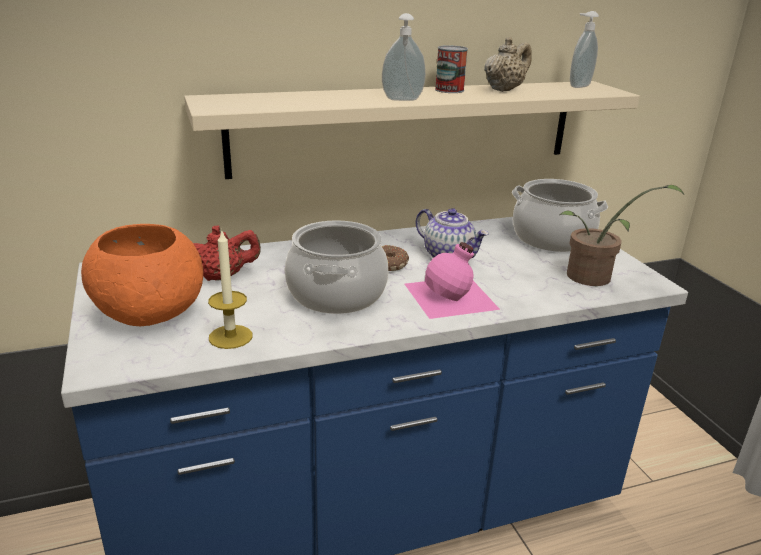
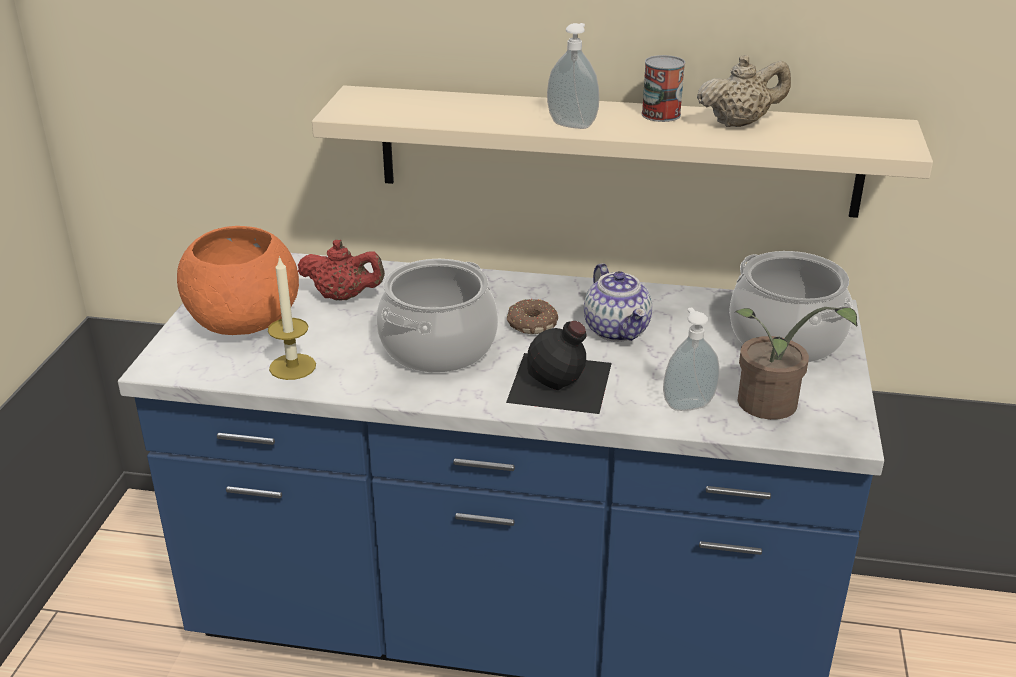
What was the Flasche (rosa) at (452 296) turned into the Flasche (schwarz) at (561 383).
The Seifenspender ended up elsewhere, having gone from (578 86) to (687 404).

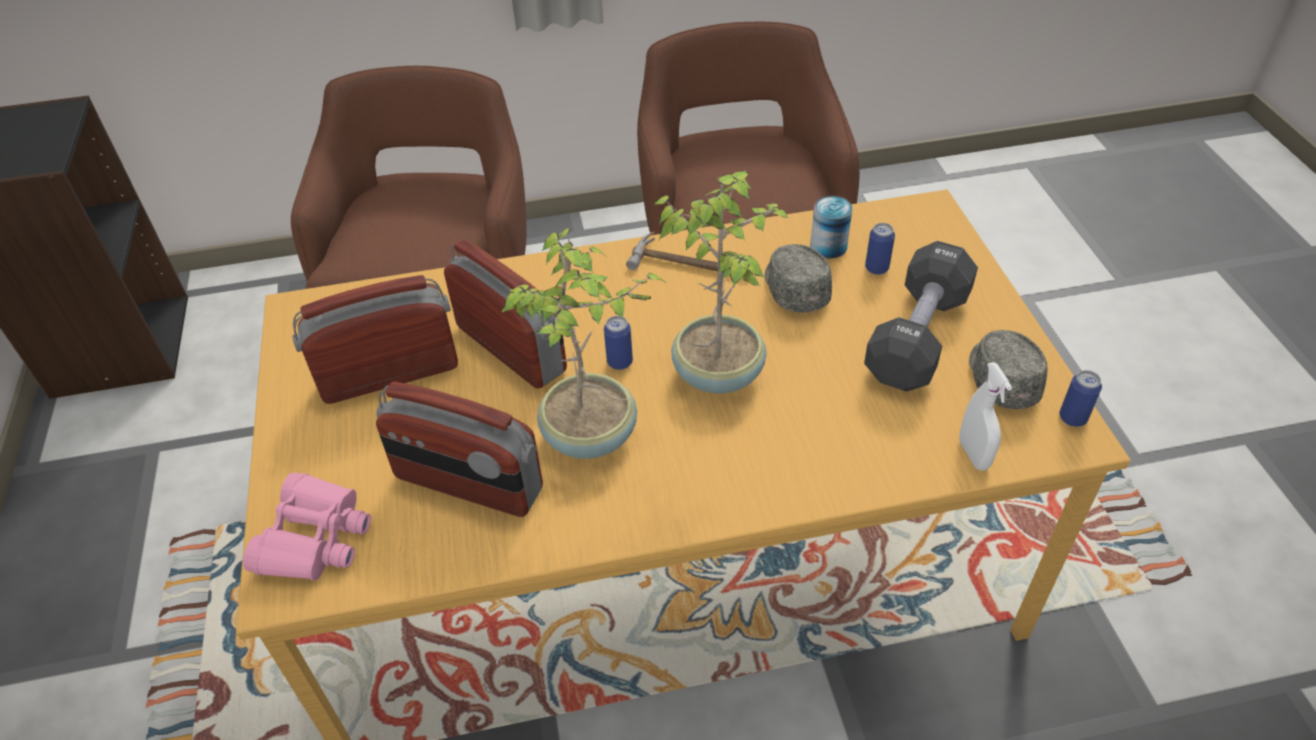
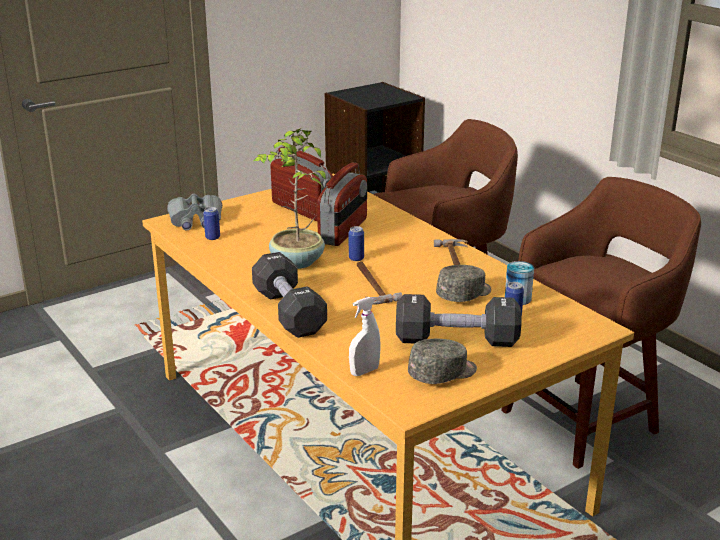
What was the Fernglas (rosa) at (315 539) turned into the Fernglas (grau) at (196 220).
The second view lost the Radio at (468 484).
Where the Topfpflanze stood at (719 372), the Hammer came to stand at (371 285).
The Dose ended up elsewhere, having gone from (1072 418) to (212 237).
The second view gained the Hantel (schwarz) at (289 312).

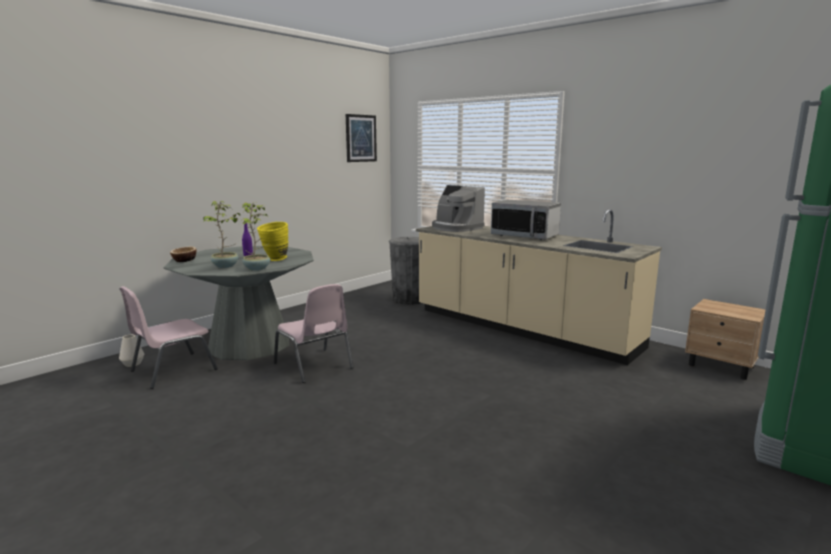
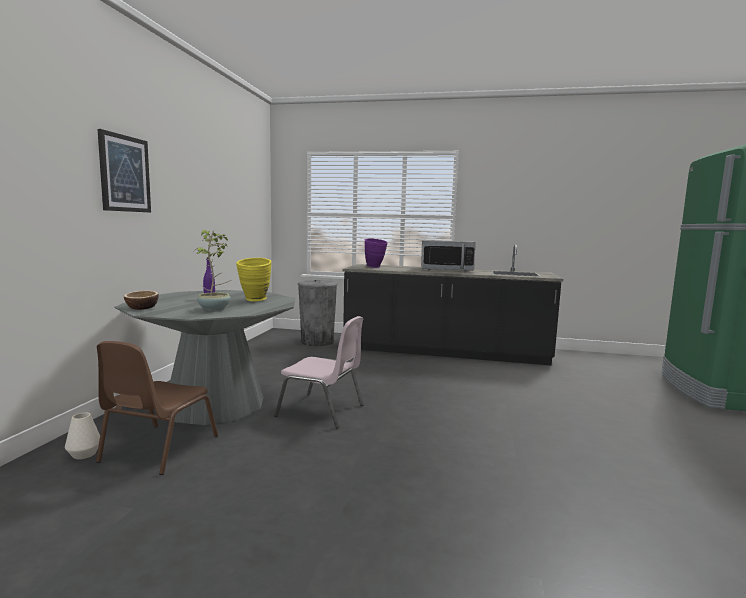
What was the Stuhl (rosa) at (172 370) turned into the Stuhl (braun) at (157 449).
The second view lost the Topfpflanze at (258 268).
The Bild ended up elsewhere, having gone from (360 138) to (124 173).
What was the Küchenzeile (beige) at (521 328) turned into the Küchenzeile (schwarz) at (444 352).
Where the Kaffeemaschine stood at (456 228), the Vase (lila) came to stand at (375 267).
The second view lost the Nachttisch (beige) at (721 366).

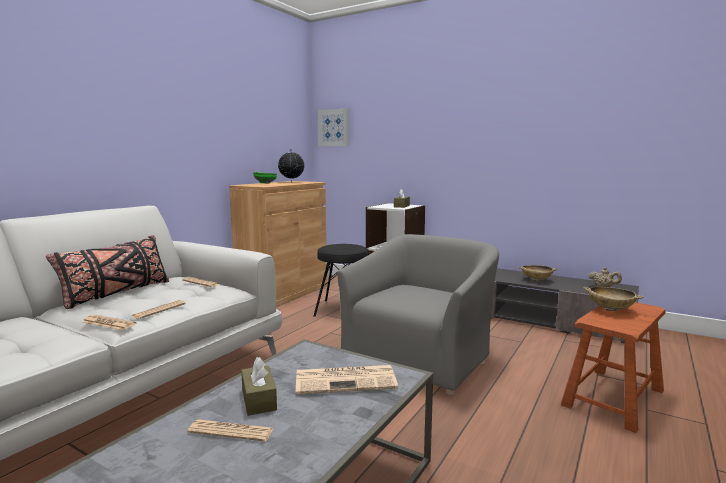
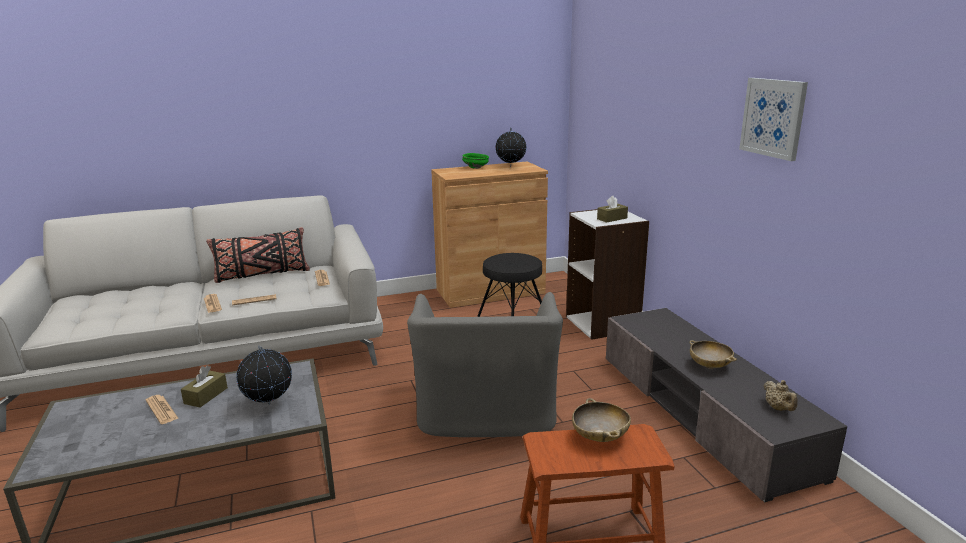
Where the Zeitung stood at (346 380), the Globus came to stand at (269 404).
The Bild ended up elsewhere, having gone from (334 128) to (773 117).
The Sessel (grau) at (420 358) ended up facing another way, 105 degrees clockwise from before.

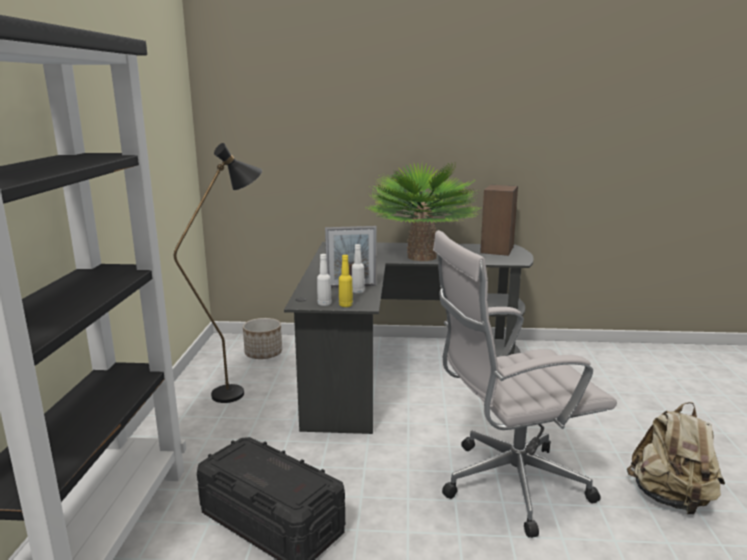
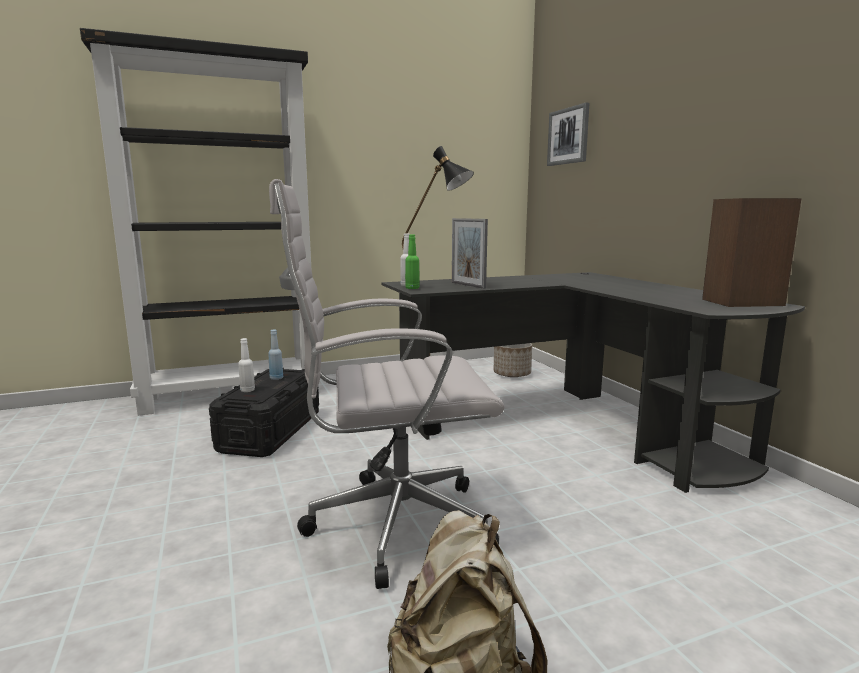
What was the Flasche (gelb) at (345 305) turned into the Flasche (grün) at (412 288).
The Flasche (weiß) ended up elsewhere, having gone from (358 292) to (247 390).
The second view lost the Topfpflanze at (421 257).
The Bürostuhl (weiß) at (507 485) ended up facing another way, 60 degrees counterclockwise from before.
The second view gained the Flasche (blau) at (276 378).
The second view gained the Bild at (568 136).

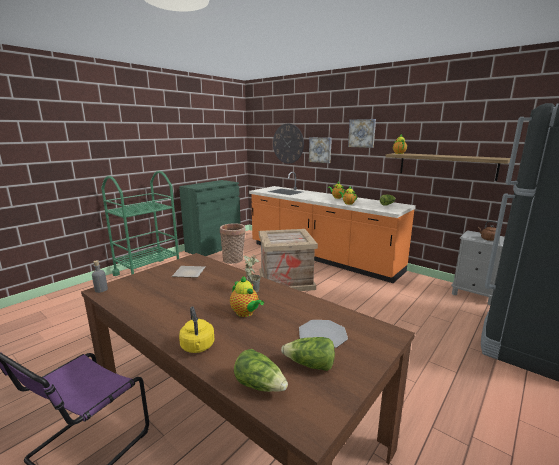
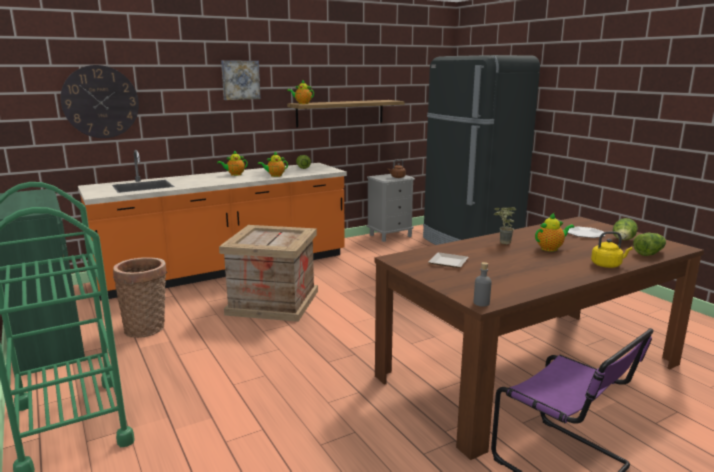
The second view lost the Bild at (320 150).

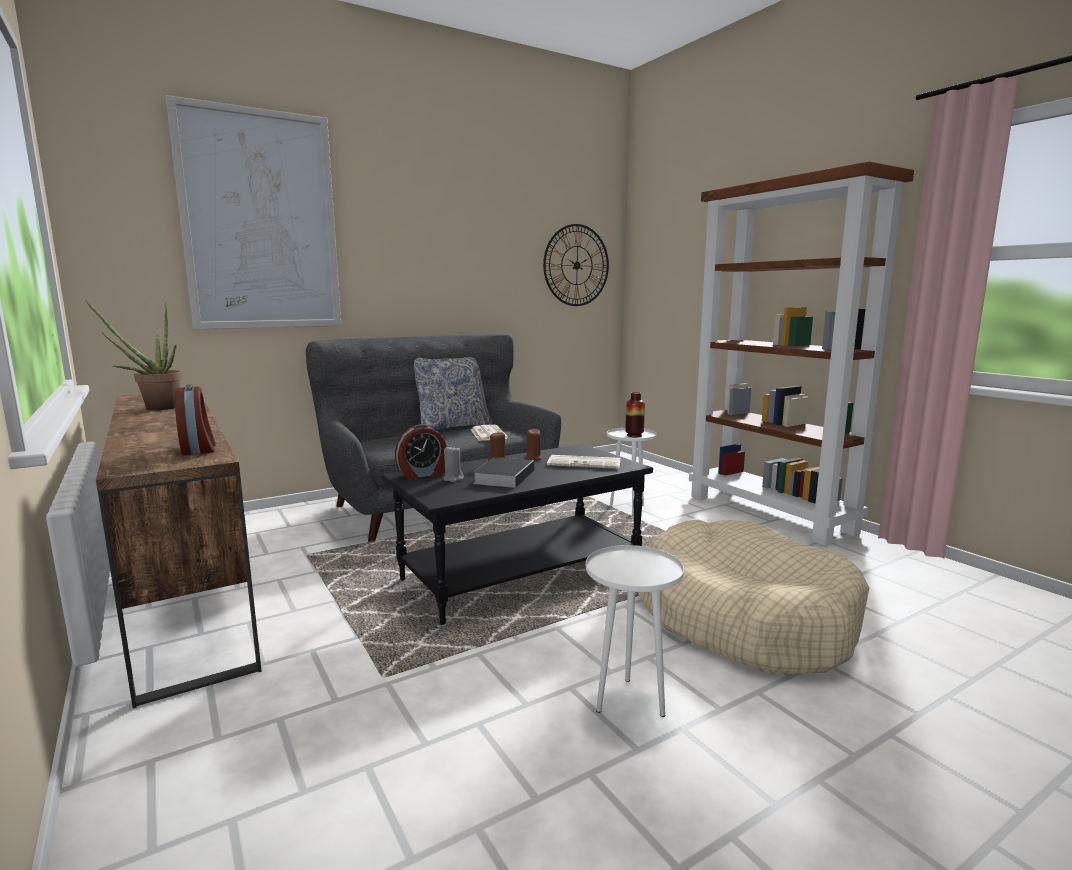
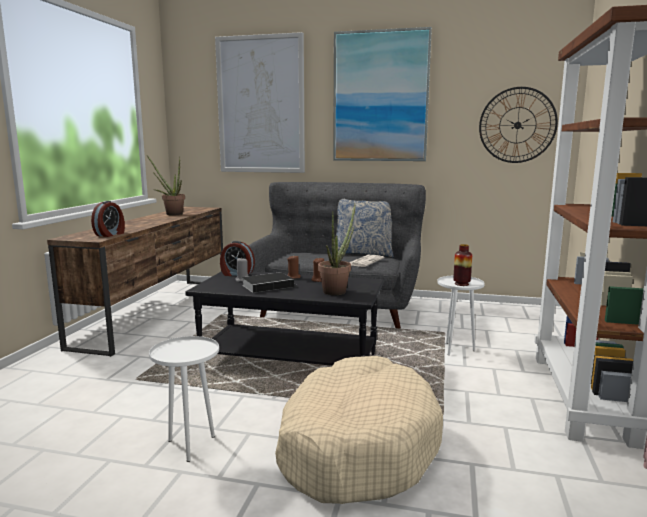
Where the Zeitung stood at (585 463), the Topfpflanze came to stand at (337 290).
The second view gained the Bild at (380 97).

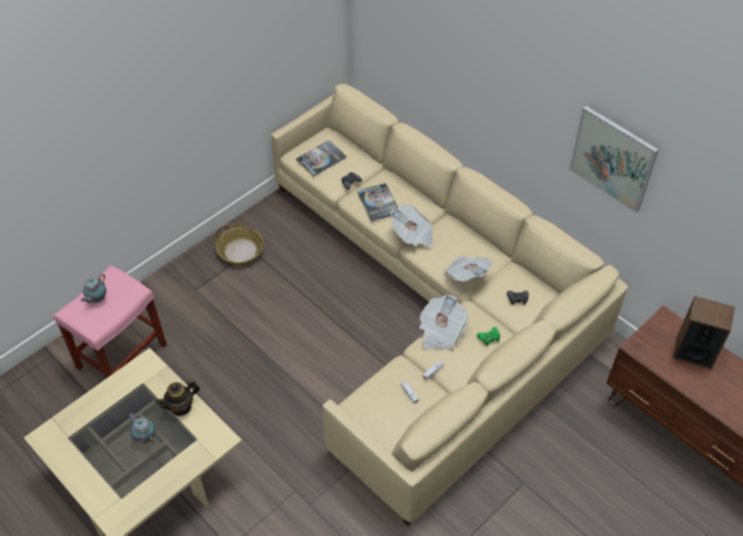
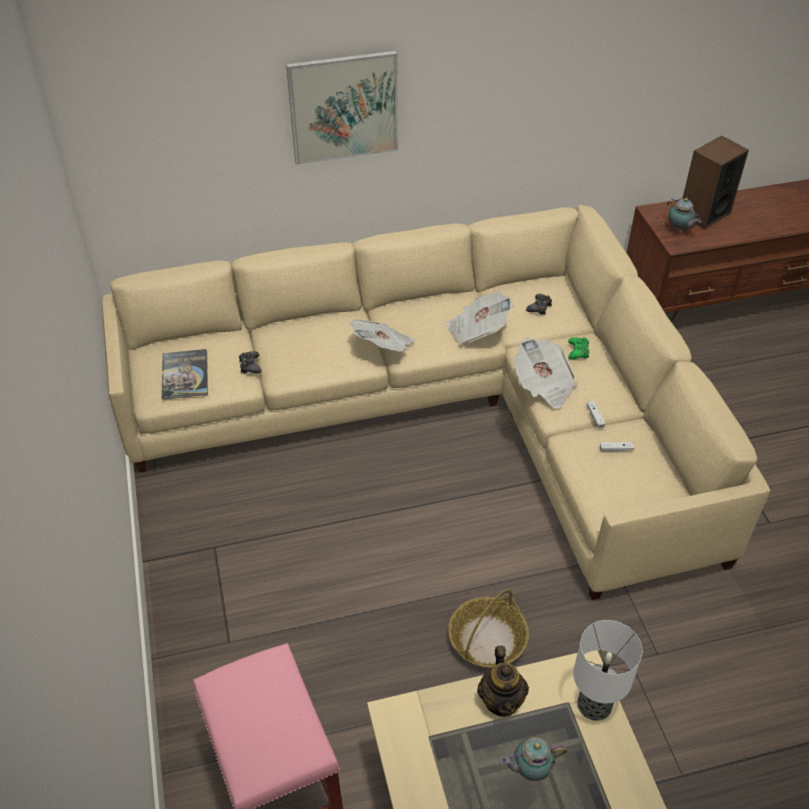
The Teekanne ended up elsewhere, having gone from (97 299) to (679 230).
The Korb ended up elsewhere, having gone from (241 251) to (487 639).
The second view lost the Buch at (378 202).
The Bild ended up elsewhere, having gone from (613 158) to (344 107).
The second view gained the Tischlampe at (594 704).

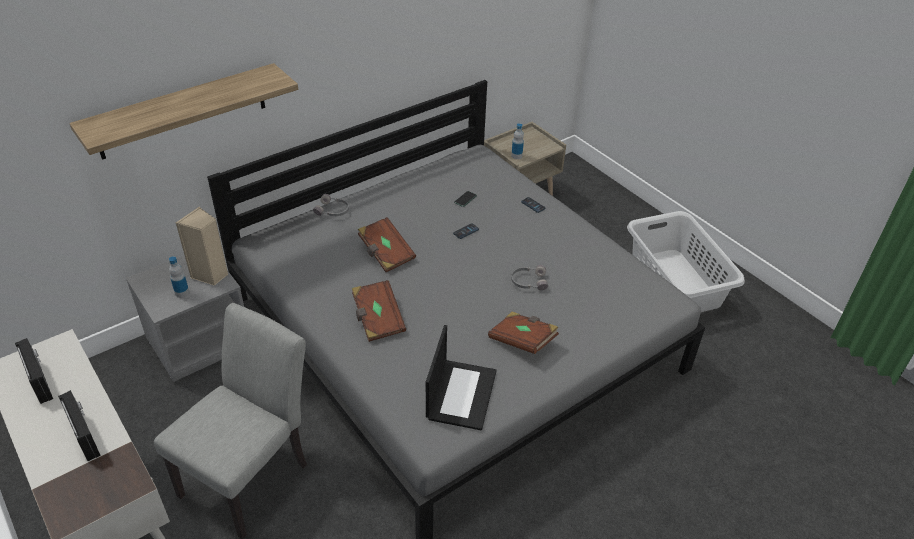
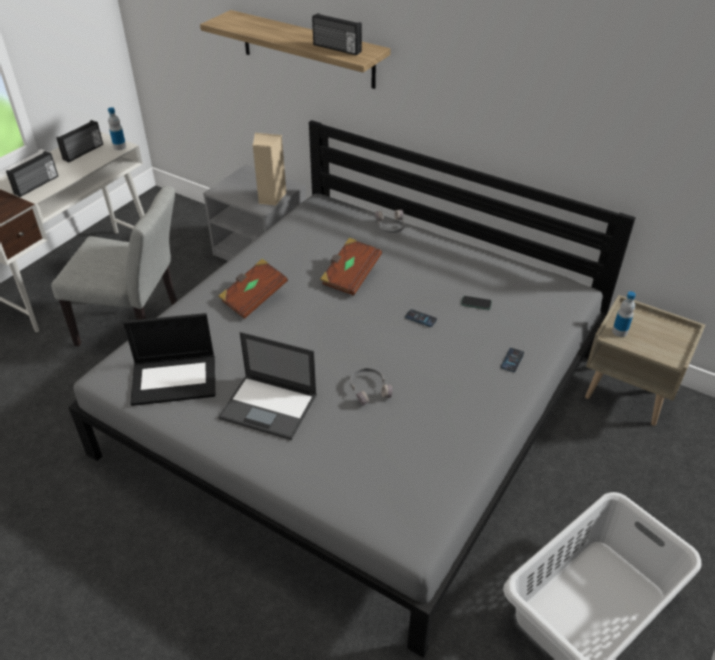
The Flasche ended up elsewhere, having gone from (182 293) to (120 147).
Where the Buch (braun) stood at (522 341), the Laptop came to stand at (270 407).
The second view gained the Radio at (336 48).

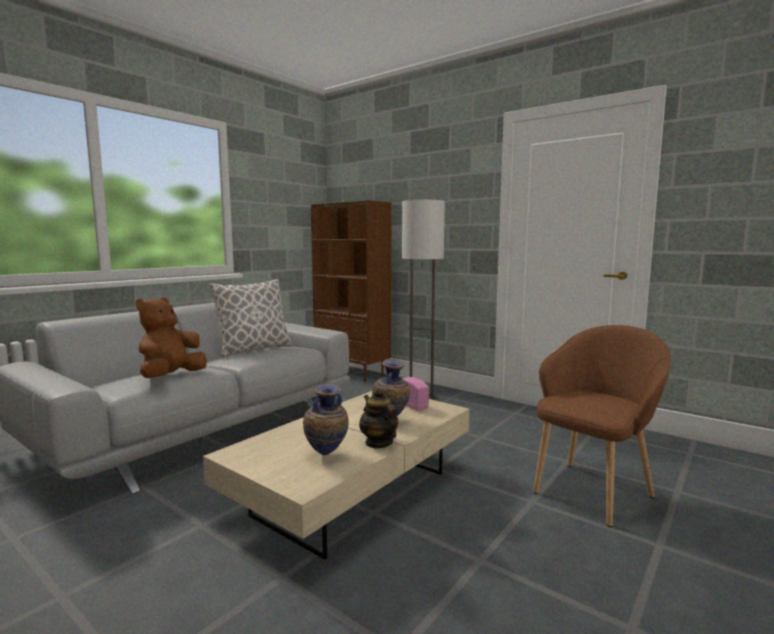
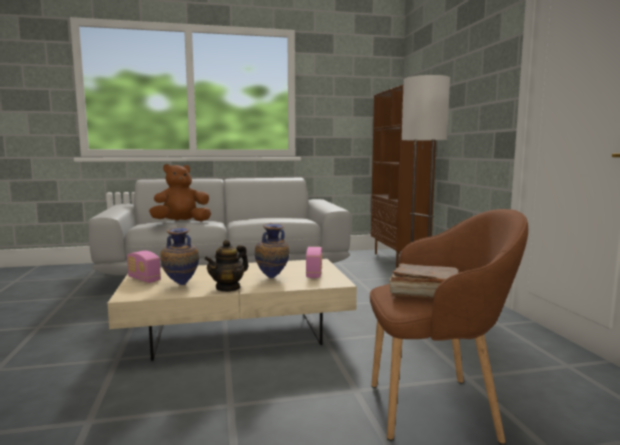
The second view lost the Kissen at (253 349).
The Teekanne at (378 443) ended up facing another way, 150 degrees counterclockwise from before.
The second view gained the Radio at (144 279).
The second view gained the Buch (braun) at (423 294).

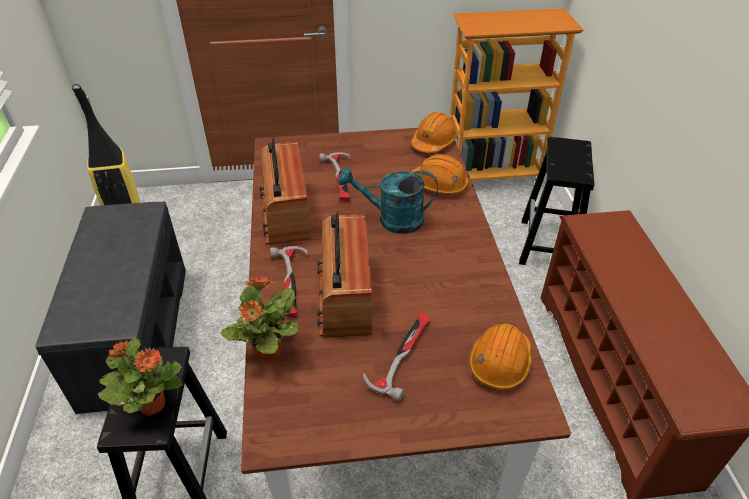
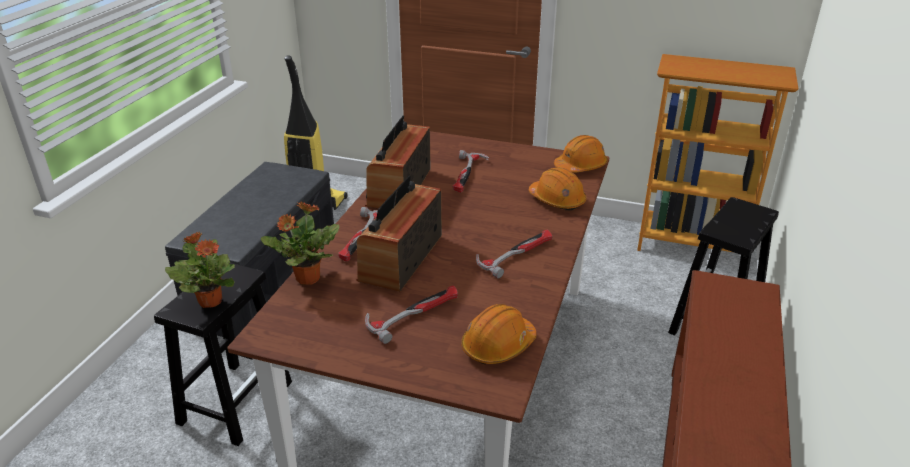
The second view lost the Gießkanne (türkis) at (392 220).
The second view gained the Hammer at (516 253).

